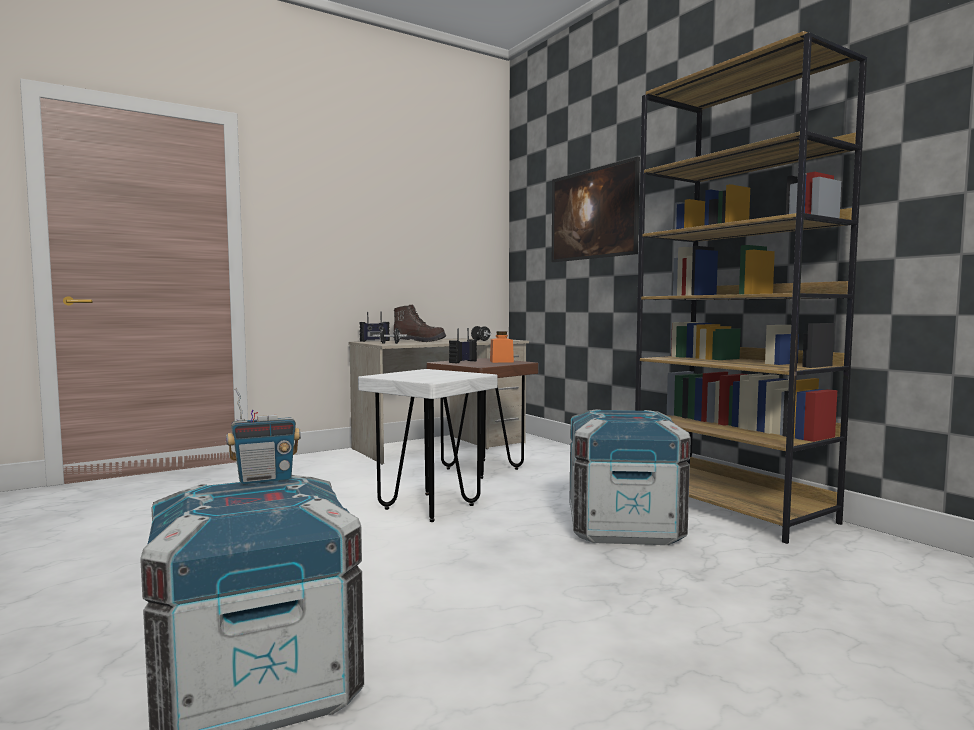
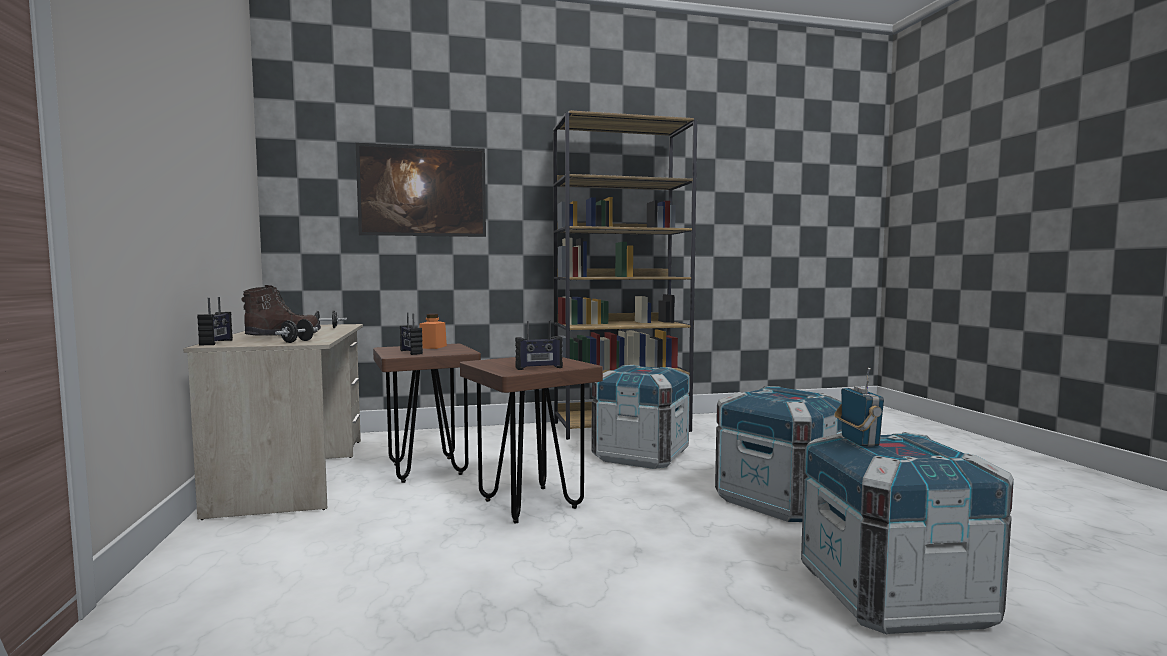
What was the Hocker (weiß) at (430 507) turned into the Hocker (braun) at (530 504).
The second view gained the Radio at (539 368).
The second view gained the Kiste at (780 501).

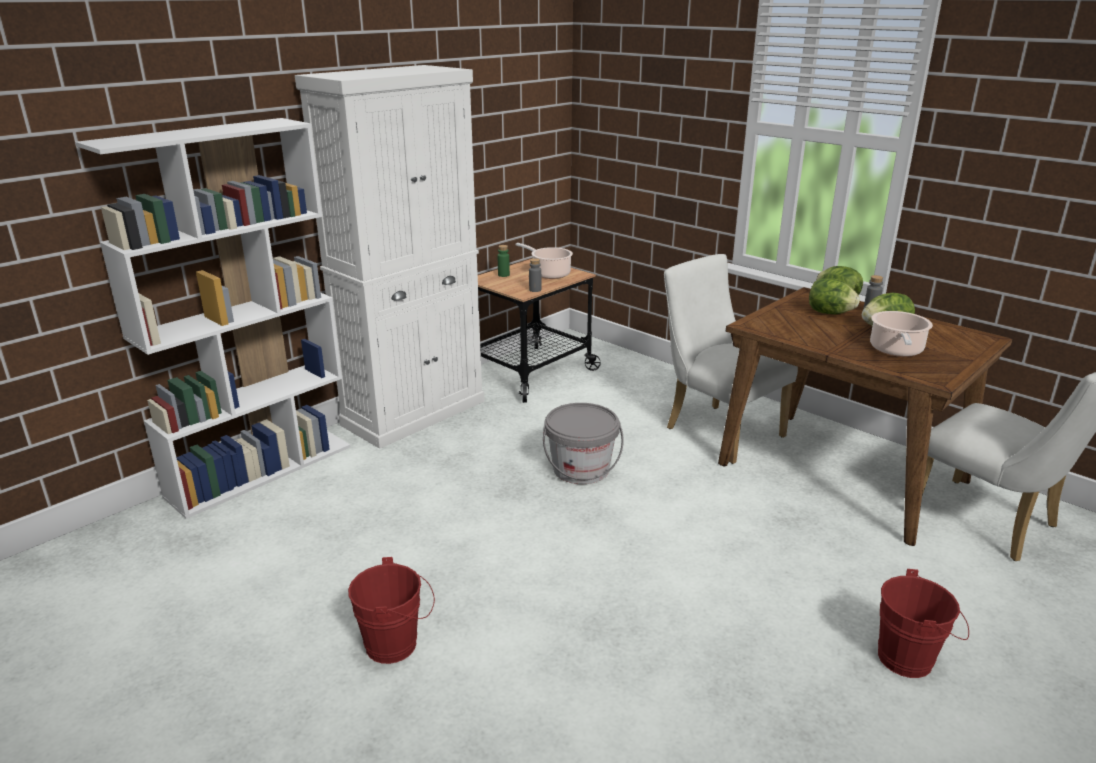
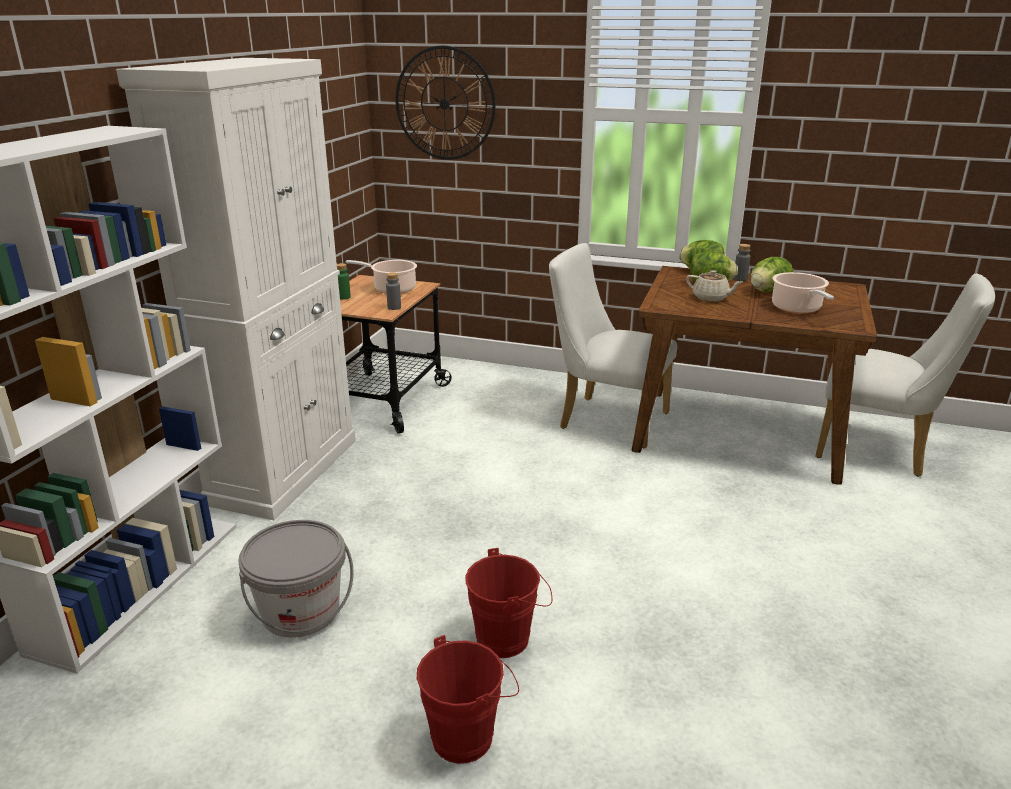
The Eimer (grau) ended up elsewhere, having gone from (581 469) to (301 611).
The Eimer (rot) ended up elsewhere, having gone from (911 659) to (508 638).
The second view gained the Wanduhr at (444 104).
The second view gained the Teekanne (beige) at (711 298).

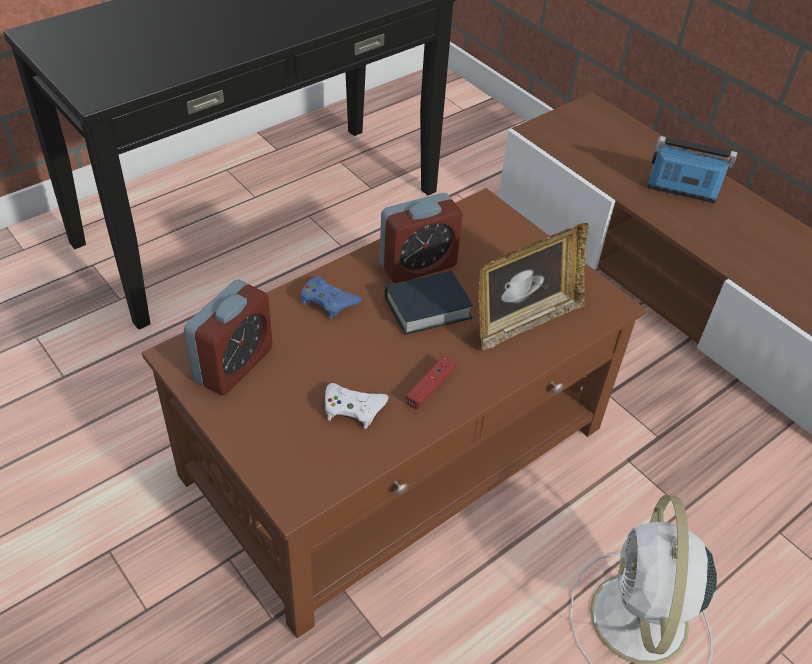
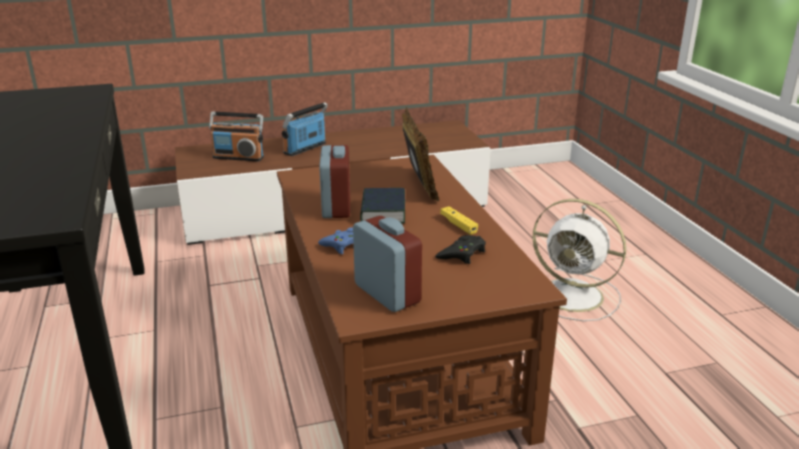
What was the Gamepad (weiß) at (353 408) turned into the Gamepad (schwarz) at (462 254).
What was the Gamepad (rot) at (430 387) turned into the Gamepad (gelb) at (458 225).
The second view gained the Radio at (238 157).

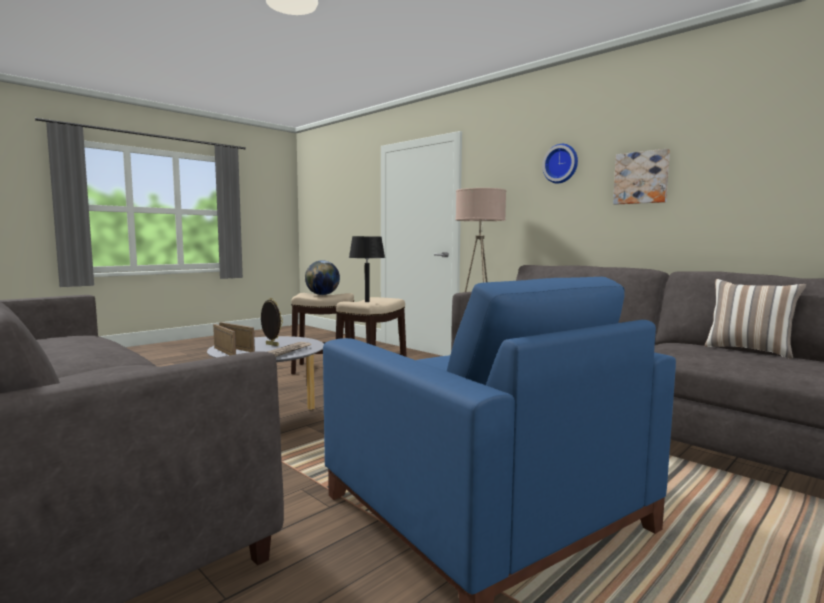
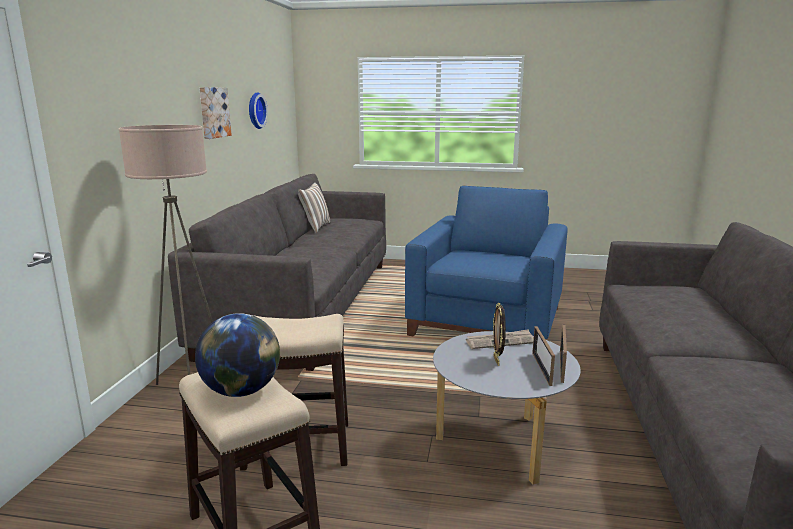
The second view lost the Tischlampe (schwarz) at (367 302).
The Wanduhr ended up elsewhere, having gone from (561 164) to (255 110).

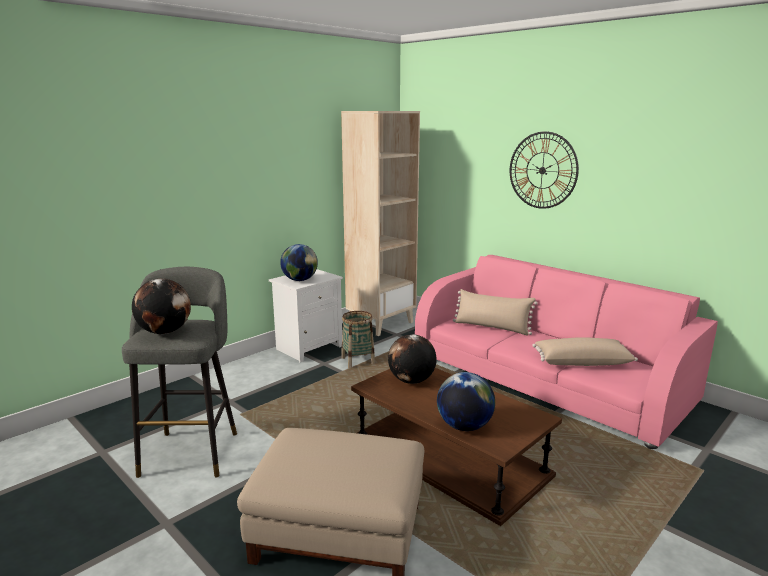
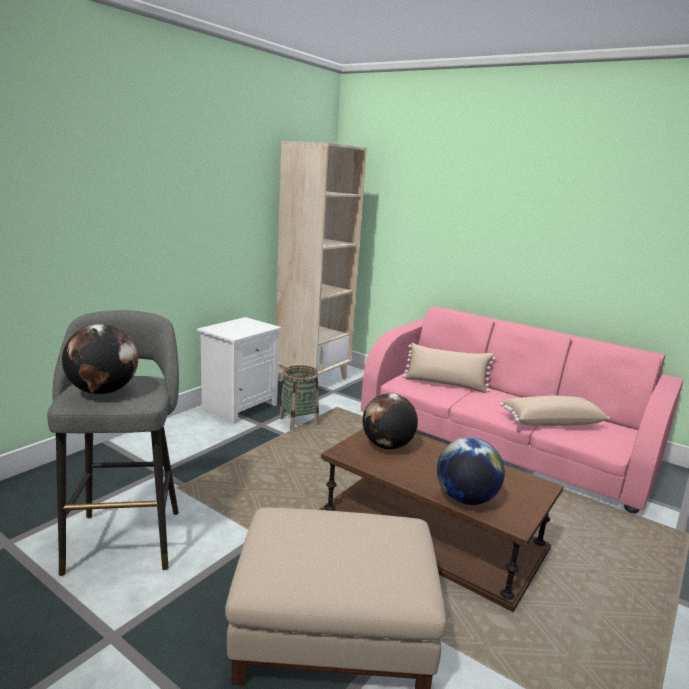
The second view lost the Globus at (300 280).
The second view lost the Wanduhr at (542 170).

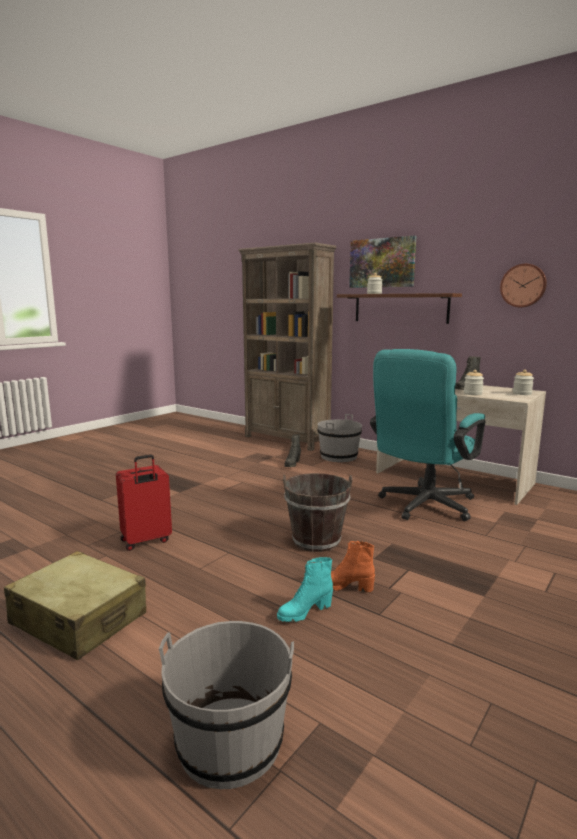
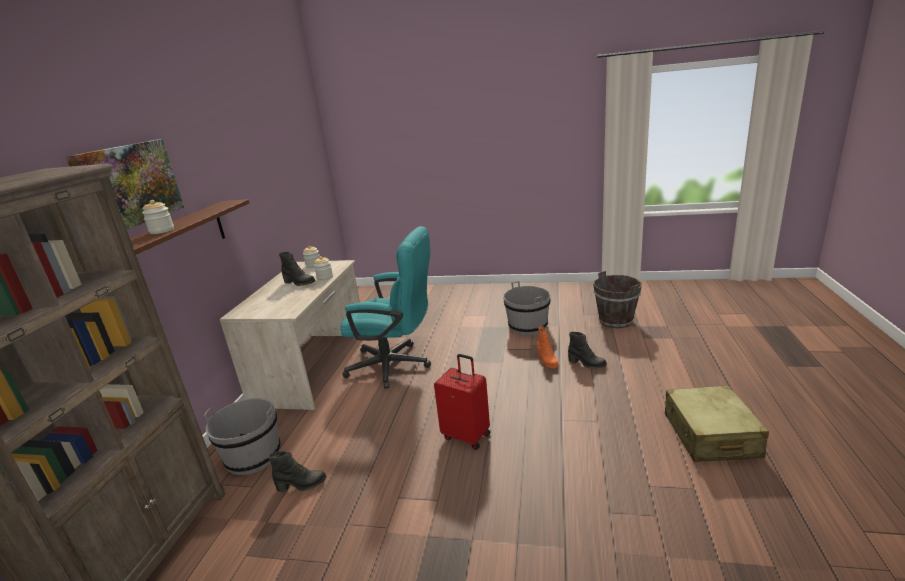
The Koffer (rot) ended up elsewhere, having gone from (146 541) to (467 435).
The Eimer (grau) ended up elsewhere, having gone from (230 742) to (527 326).
What was the Stiefel (türkis) at (304 612) turned into the Stiefel (schwarz) at (586 364).
The Eimer (braun) ended up elsewhere, having gone from (316 540) to (615 321).
The second view lost the Wanduhr at (523 285).

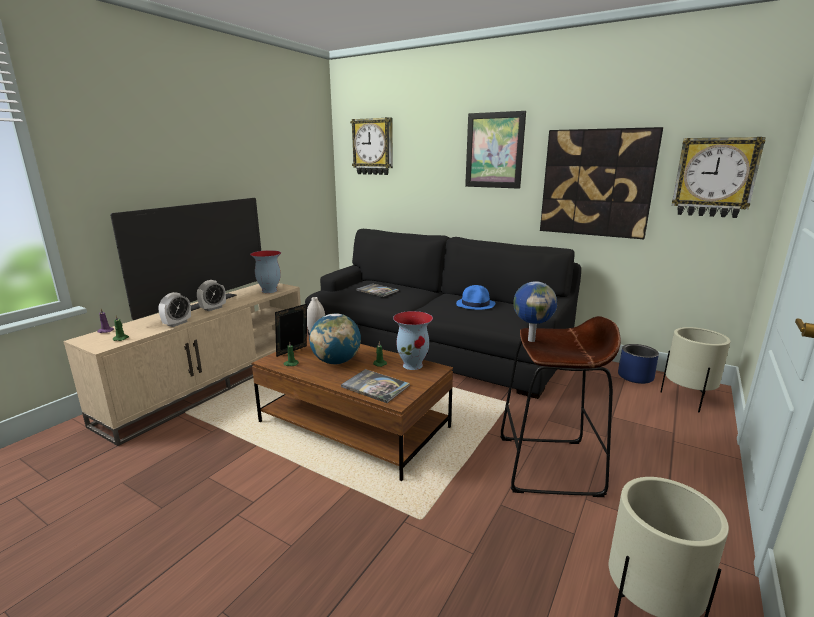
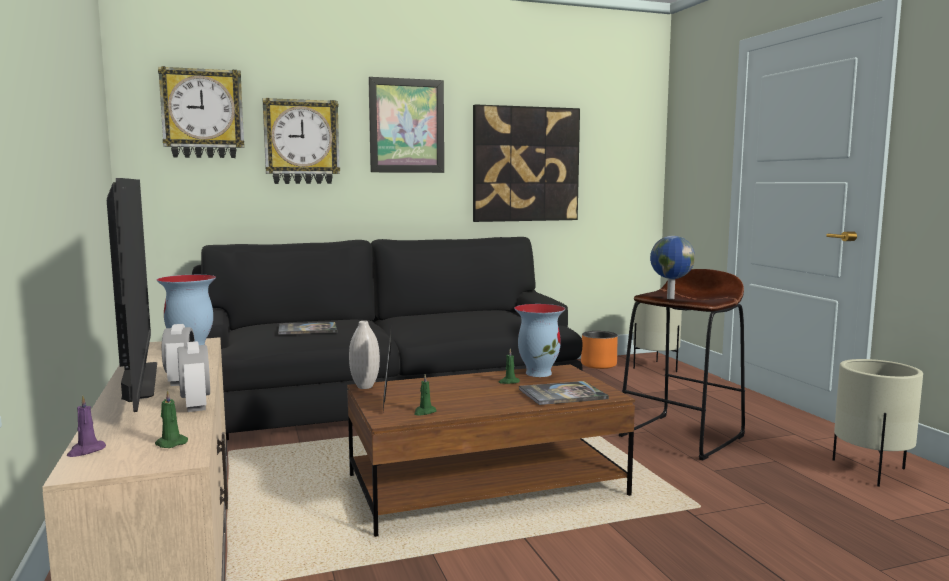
The second view lost the Globus at (336 361).
The second view lost the Hut (blau) at (476 304).
What was the Pflanzkübel (blau) at (635 376) turned into the Pflanzkübel (orange) at (598 365).
The Wanduhr ended up elsewhere, having gone from (714 177) to (301 142).

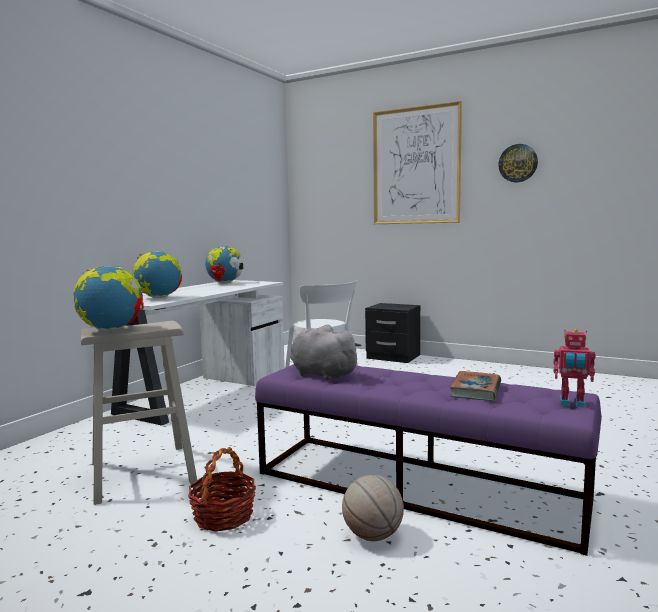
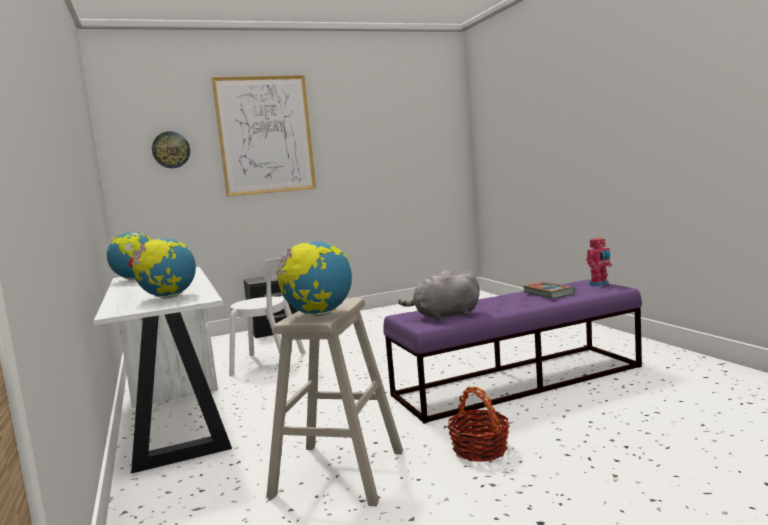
The second view lost the Basketball at (372 536).
The Wanduhr ended up elsewhere, having gone from (518 163) to (171 150).

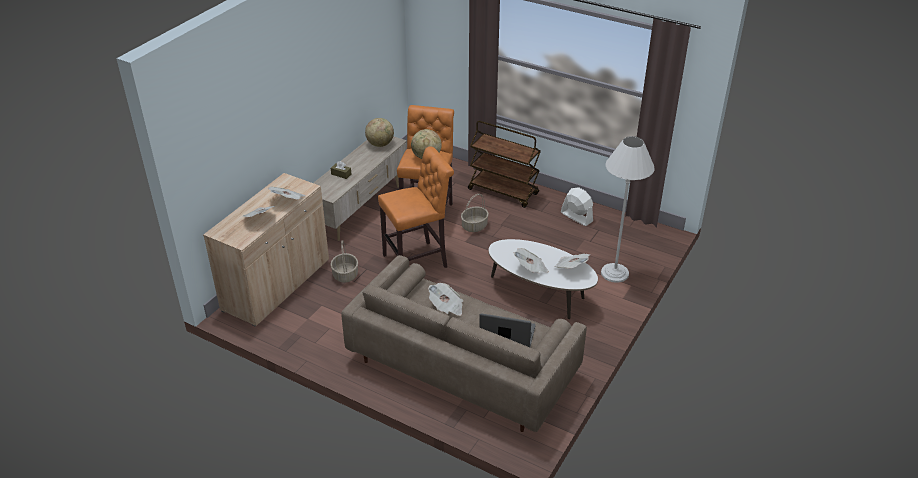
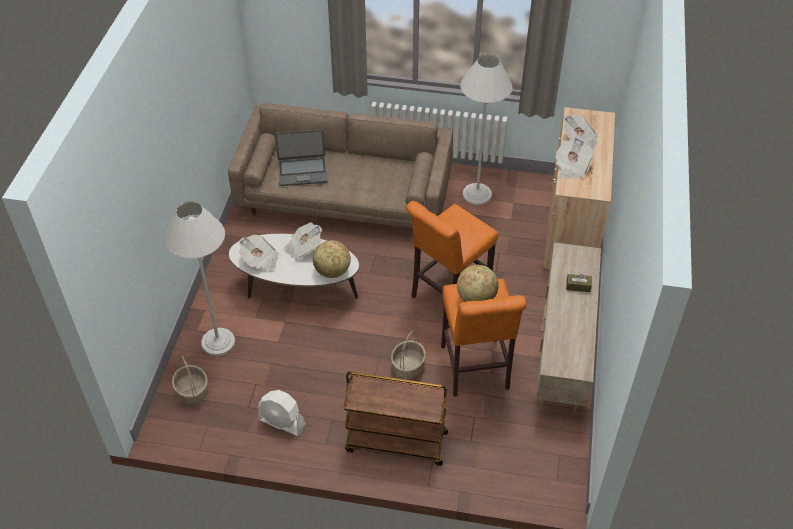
The Korb ended up elsewhere, having gone from (345 275) to (192 391).
The Globus ended up elsewhere, having gone from (380 144) to (332 271).
The second view lost the Zeitung at (446 307).
The second view gained the Stehlampe (weiß) at (477 194).

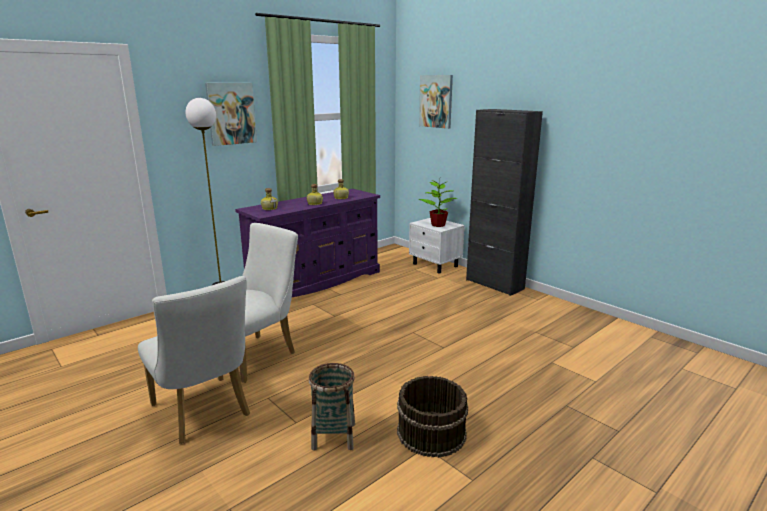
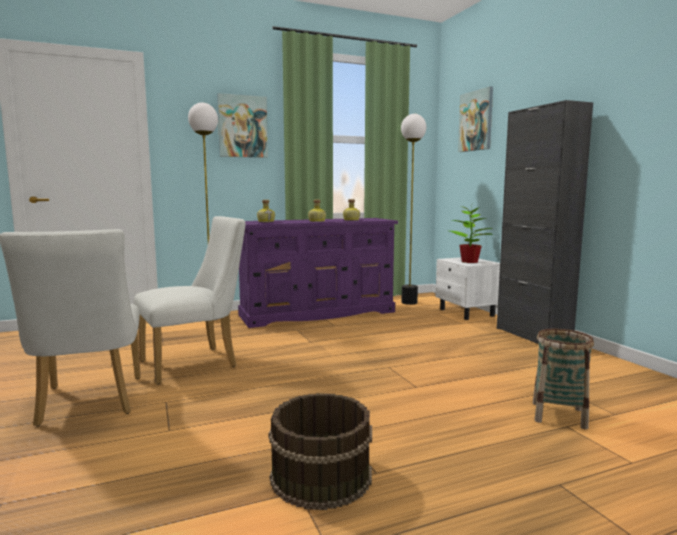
The Korb ended up elsewhere, having gone from (333 436) to (558 415).
The second view gained the Stehlampe at (409 302).

